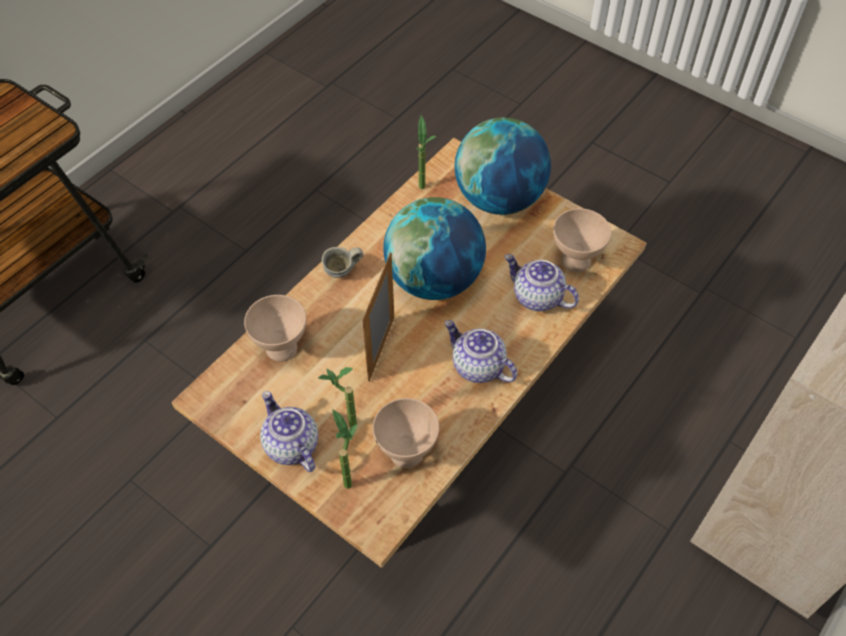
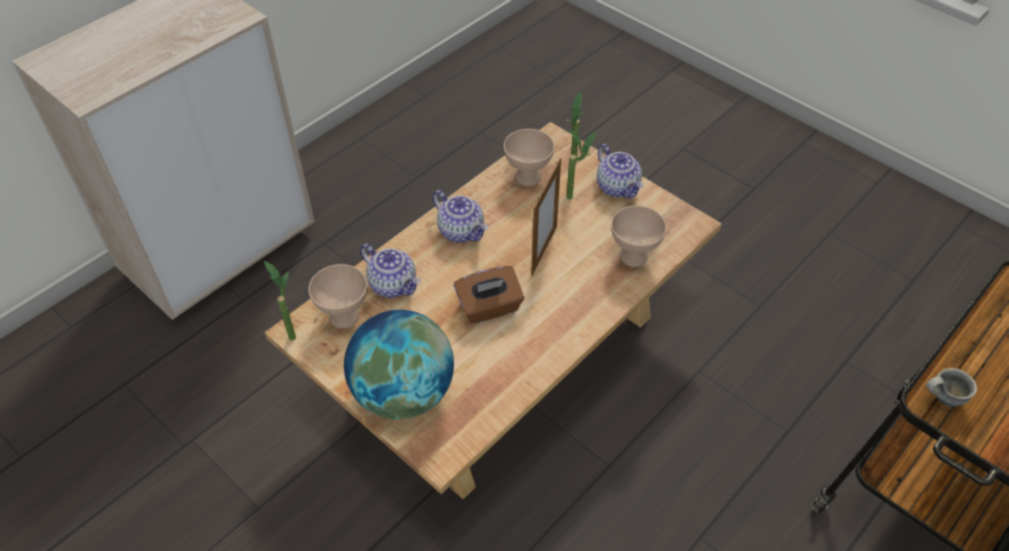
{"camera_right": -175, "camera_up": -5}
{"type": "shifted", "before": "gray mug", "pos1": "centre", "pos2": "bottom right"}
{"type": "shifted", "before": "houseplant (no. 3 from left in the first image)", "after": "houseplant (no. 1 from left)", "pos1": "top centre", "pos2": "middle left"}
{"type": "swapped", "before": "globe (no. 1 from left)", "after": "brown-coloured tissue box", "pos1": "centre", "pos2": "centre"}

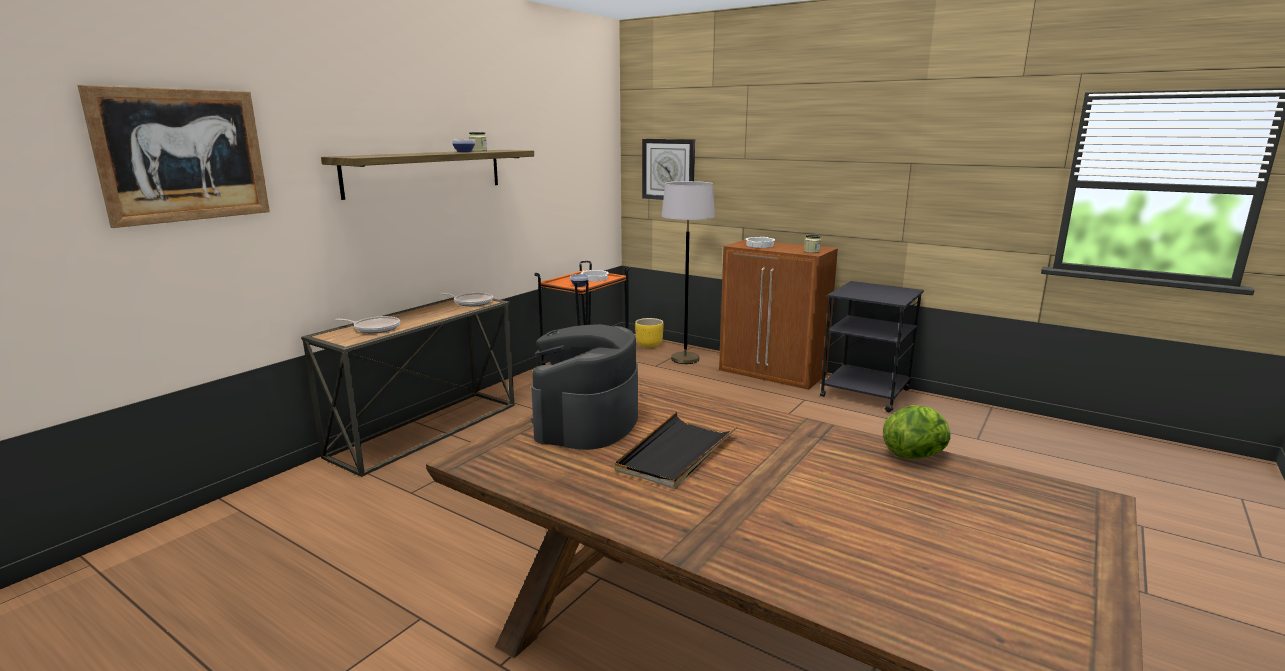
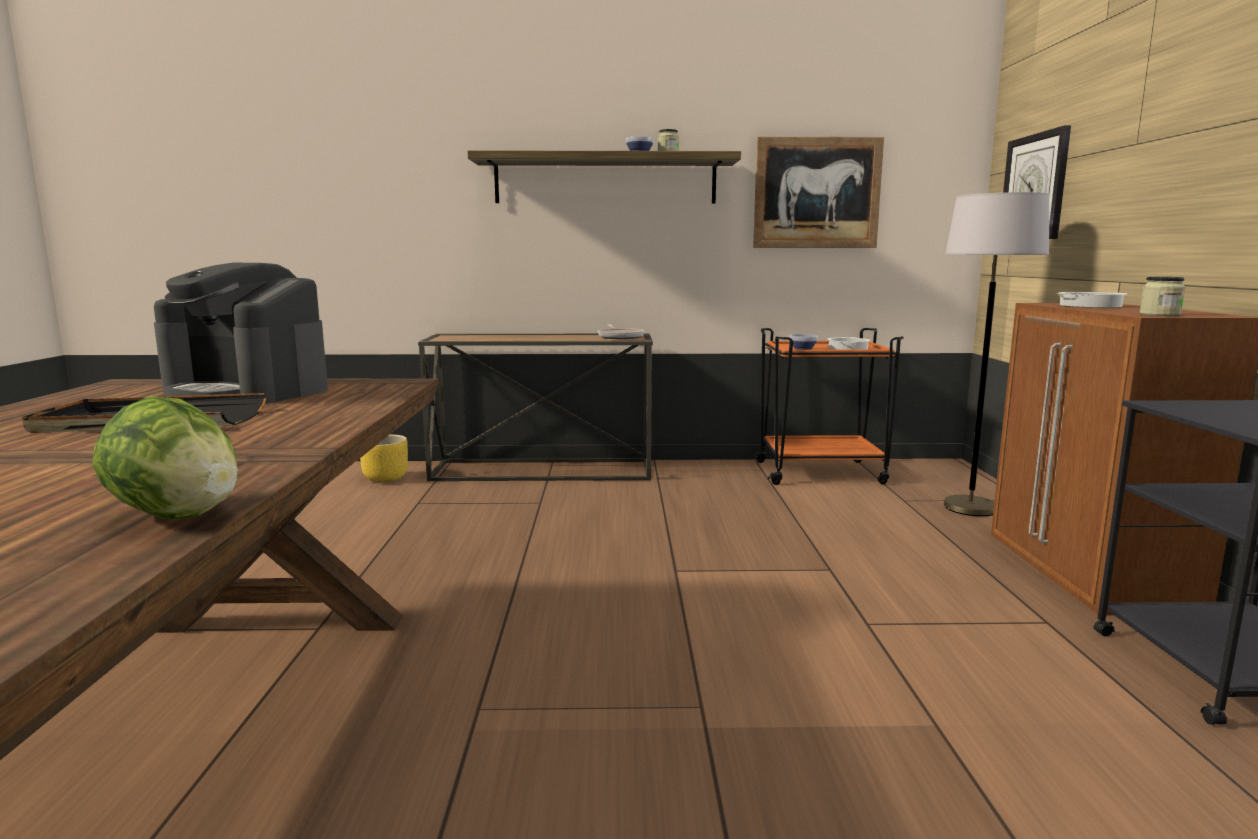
{"camera_right": 55, "camera_up": -5}
{"type": "gone", "before": "frying pan (no. 1 from left)", "pos1": "middle left"}
{"type": "shifted", "before": "picture", "pos1": "top left", "pos2": "top centre"}
{"type": "shifted", "before": "yellow-coloured flower pot", "pos1": "centre", "pos2": "middle left"}
{"type": "rotated", "before": "coffee brewer", "pos1": "centre", "pos2": "middle left", "turn": -135}

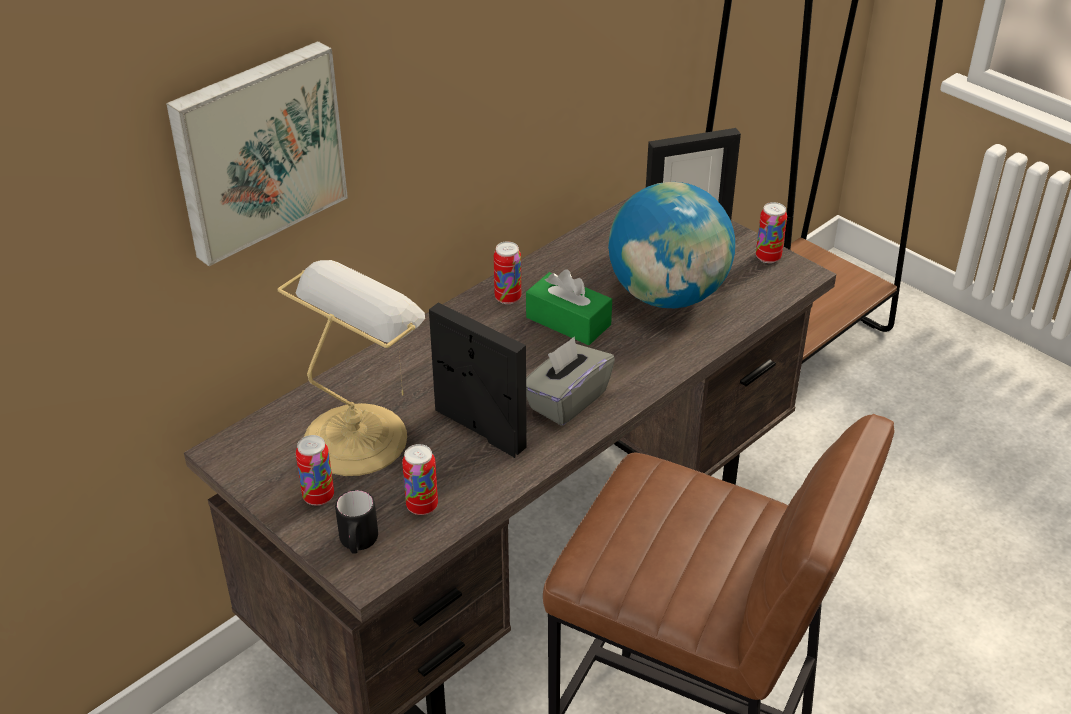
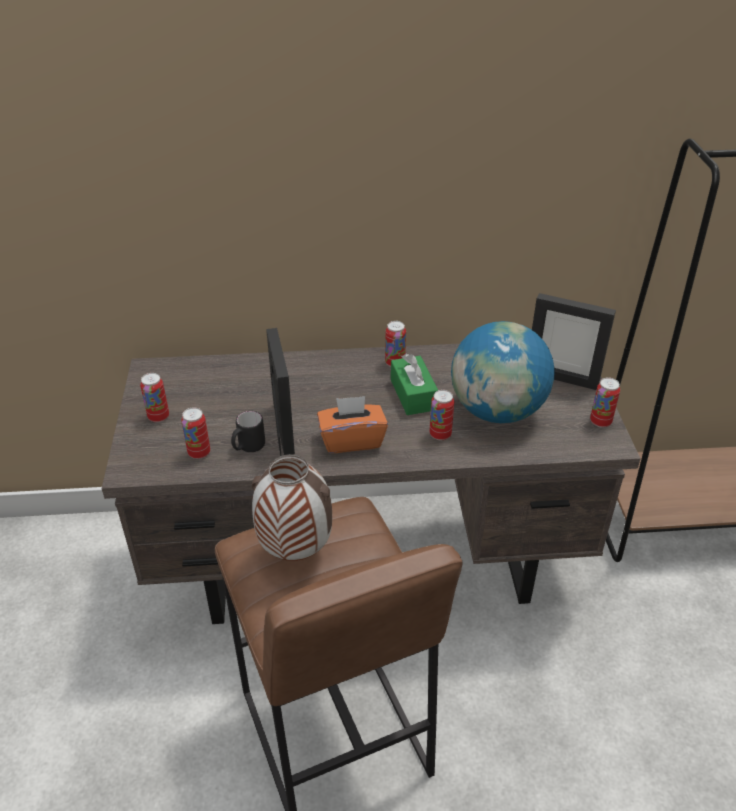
{"camera_right": 40, "camera_up": 0}
{"type": "gone", "before": "picture", "pos1": "top left"}
{"type": "gone", "before": "lamp for a table", "pos1": "middle left"}
{"type": "new", "after": "decorative vase", "pos2": "centre"}
{"type": "new", "after": "metal can (no. 4 from left)", "pos2": "centre"}
{"type": "shifted", "before": "black mug", "pos1": "bottom left", "pos2": "centre"}
{"type": "repainted", "before": "gray tissue box", "after": "orange-coloured tissue box", "pos1": "centre", "pos2": "centre"}

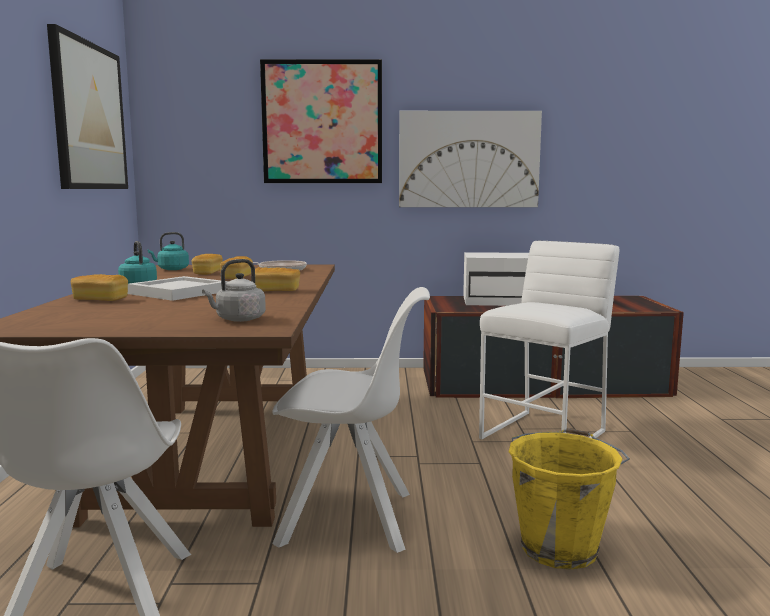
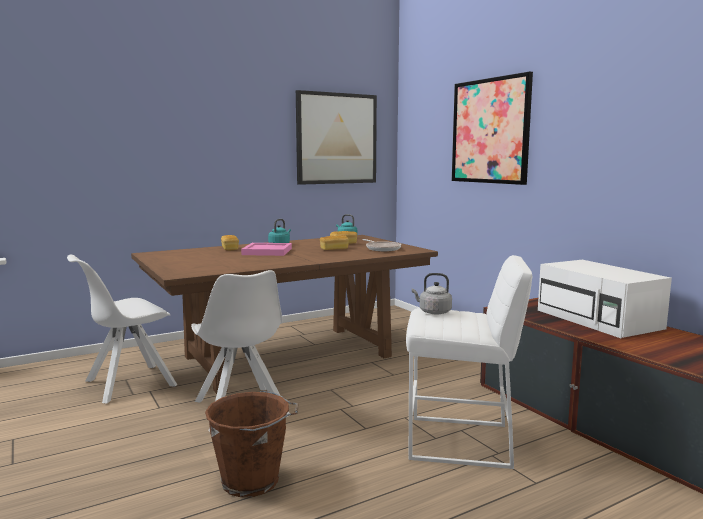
{"camera_right": 60, "camera_up": 0}
{"type": "gone", "before": "baked bread (no. 4 from left)", "pos1": "centre"}
{"type": "gone", "before": "picture (no. 3 from left)", "pos1": "top centre"}
{"type": "shifted", "before": "gray water kettle", "pos1": "middle left", "pos2": "centre"}
{"type": "repainted", "before": "white-coloured carrying tray", "after": "pink carrying tray", "pos1": "middle left", "pos2": "centre"}
{"type": "repainted", "before": "yellow-coloured bucket", "after": "brown-coloured bucket", "pos1": "bottom right", "pos2": "bottom centre"}

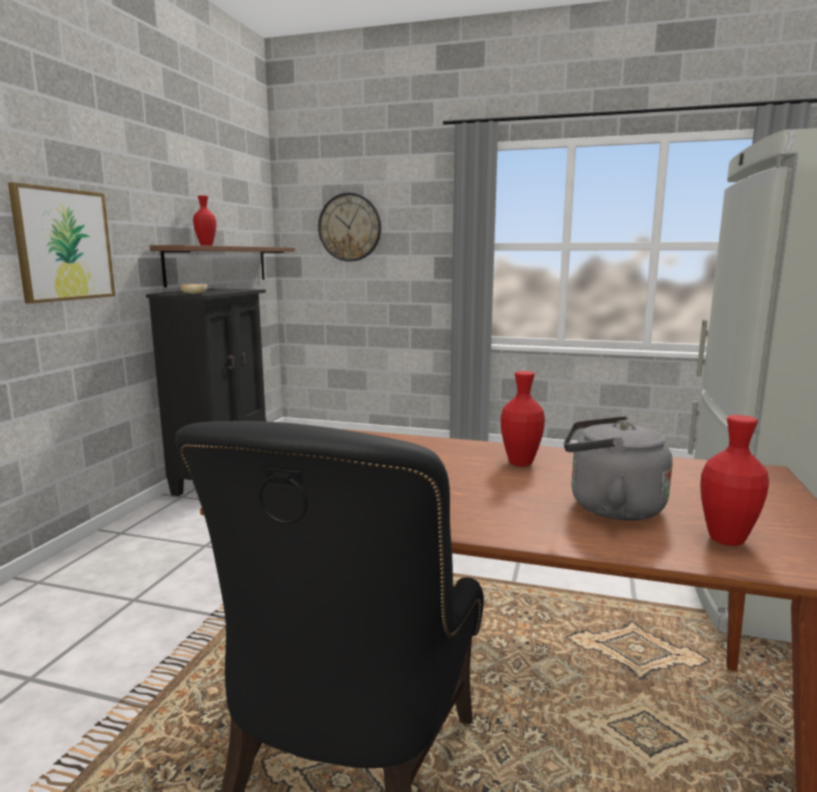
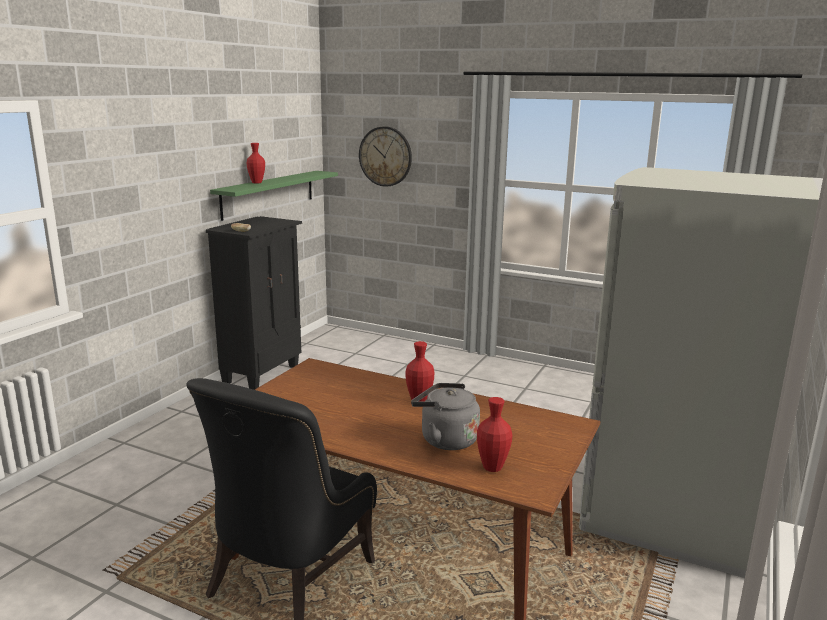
{"camera_right": 10, "camera_up": 5}
{"type": "gone", "before": "picture", "pos1": "top left"}
{"type": "repainted", "before": "brown-coloured bracket shelf", "after": "greenish bracket shelf", "pos1": "middle left", "pos2": "top left"}

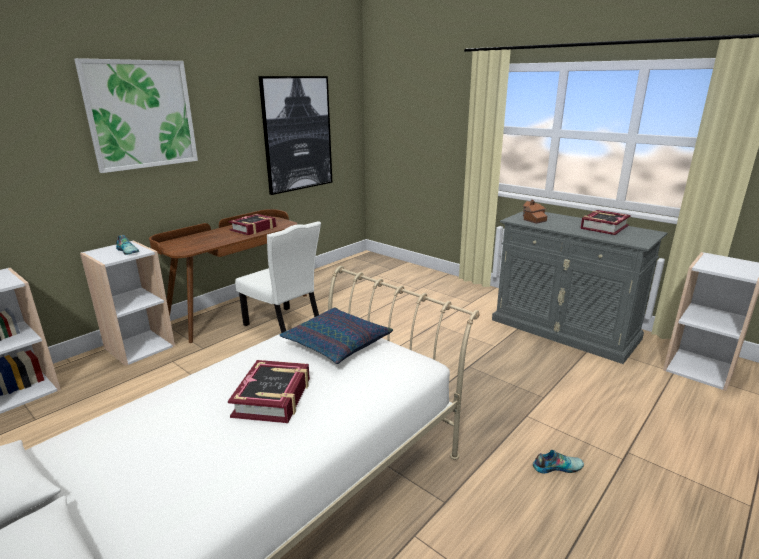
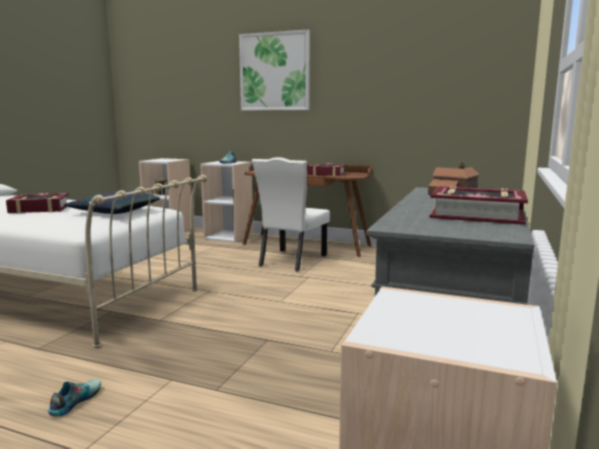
{"camera_right": 70, "camera_up": -10}
{"type": "gone", "before": "picture (no. 2 from left)", "pos1": "top centre"}
{"type": "rotated", "before": "low shoe (no. 2 from left in the first image)", "pos1": "bottom right", "pos2": "bottom left", "turn": -135}

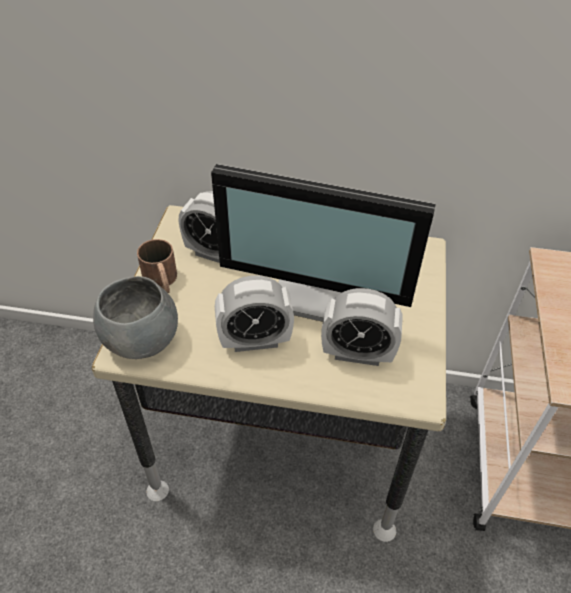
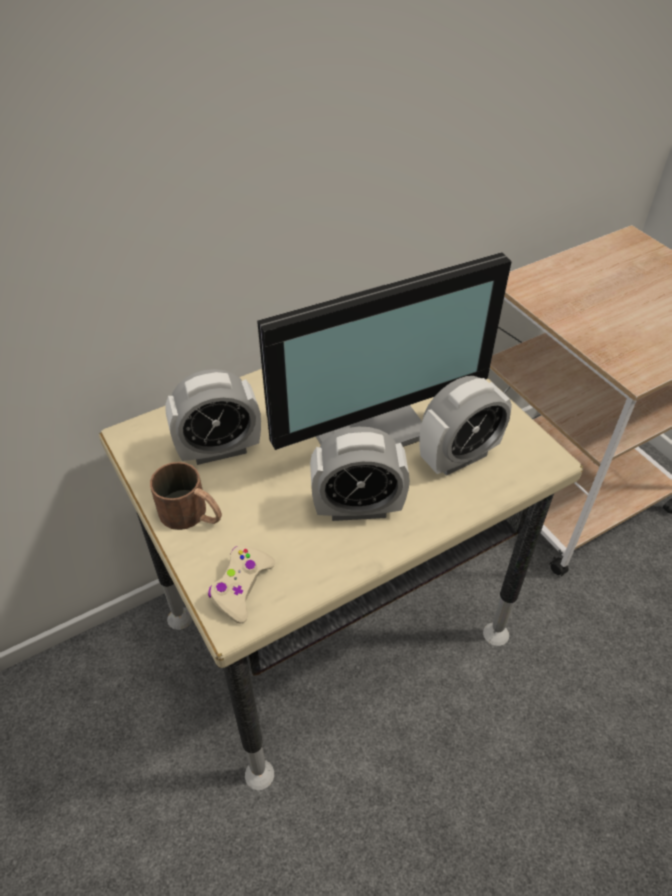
{"camera_right": -40, "camera_up": 0}
{"type": "swapped", "before": "gray serving bowl", "after": "sand-coloured game controller", "pos1": "middle left", "pos2": "centre"}
{"type": "rotated", "before": "alarm clock (no. 2 from left)", "pos1": "centre", "pos2": "centre", "turn": 45}

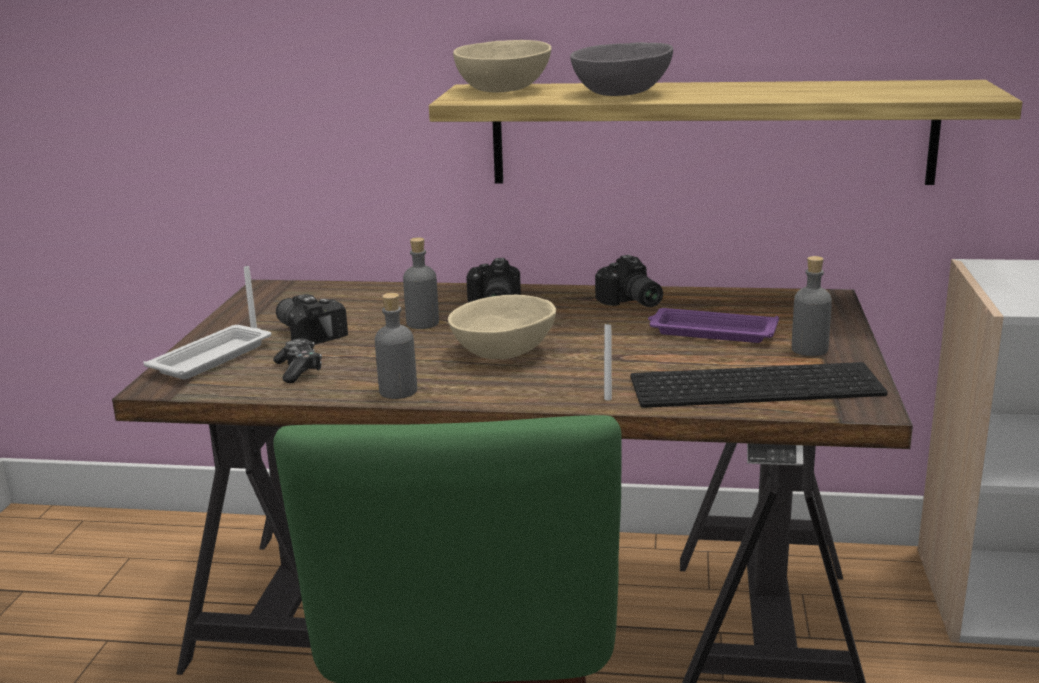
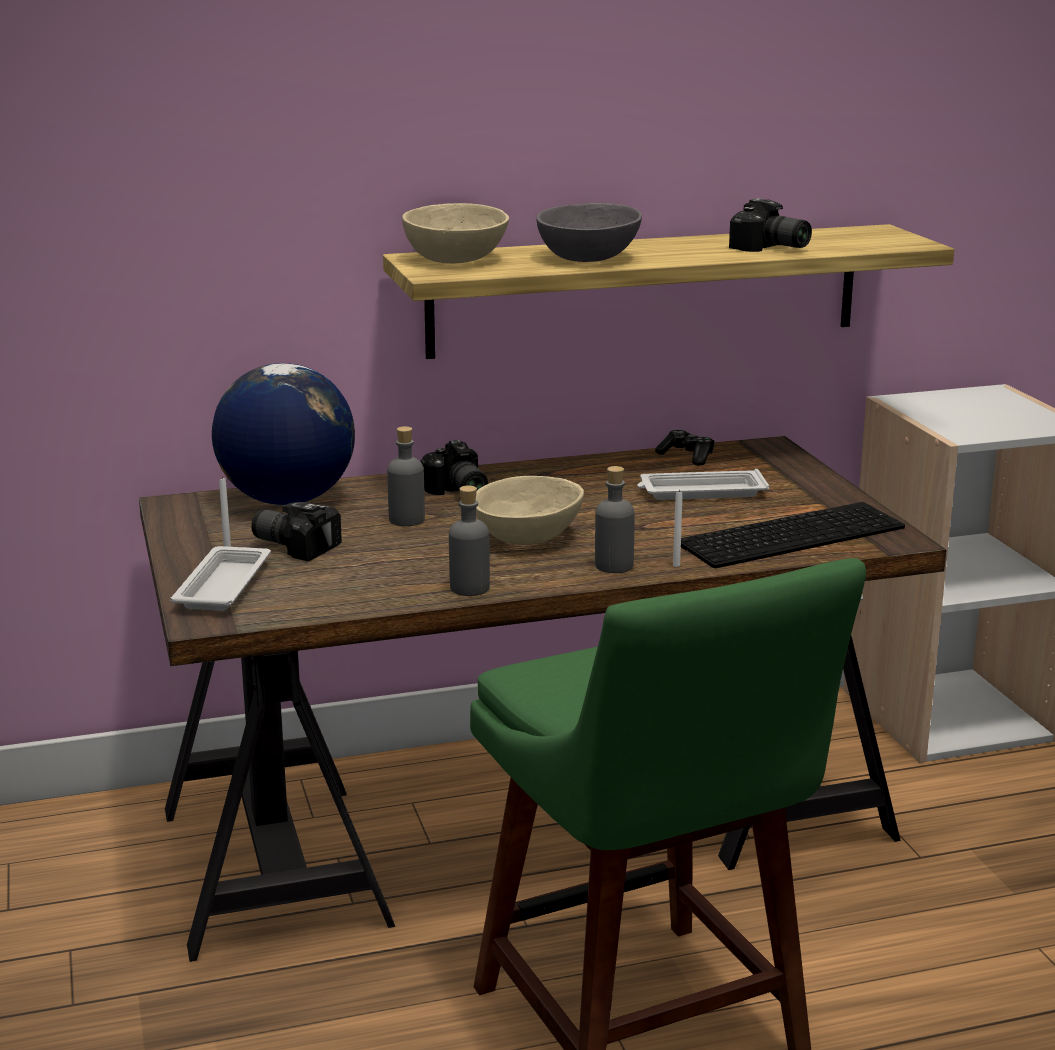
{"camera_right": -25, "camera_up": 0}
{"type": "new", "after": "globe", "pos2": "middle left"}
{"type": "shifted", "before": "game controller", "pos1": "middle left", "pos2": "centre"}
{"type": "shifted", "before": "still camera (no. 3 from left)", "pos1": "centre", "pos2": "top right"}
{"type": "shifted", "before": "gray beverage bottle (no. 3 from left)", "pos1": "middle right", "pos2": "centre"}
{"type": "repainted", "before": "purple carrying tray", "after": "white-coloured carrying tray (no. 2 from left)", "pos1": "middle right", "pos2": "centre"}

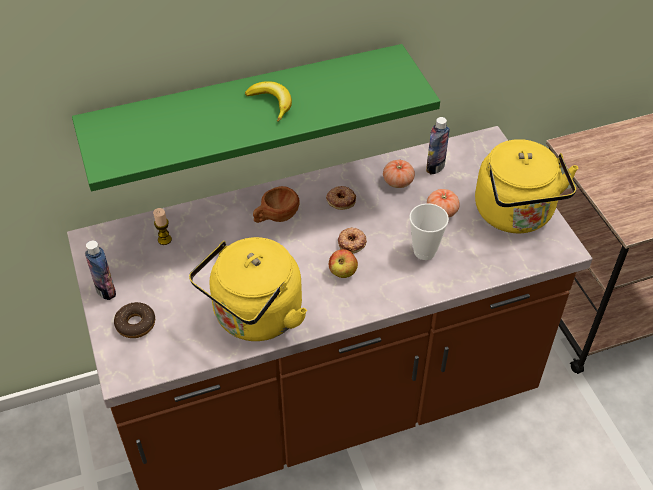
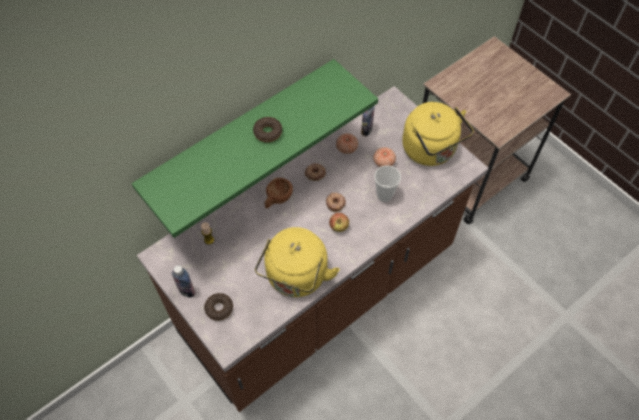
{"camera_right": -20, "camera_up": 10}
{"type": "swapped", "before": "banana", "after": "donut (no. 2 from left)", "pos1": "top centre", "pos2": "top centre"}

